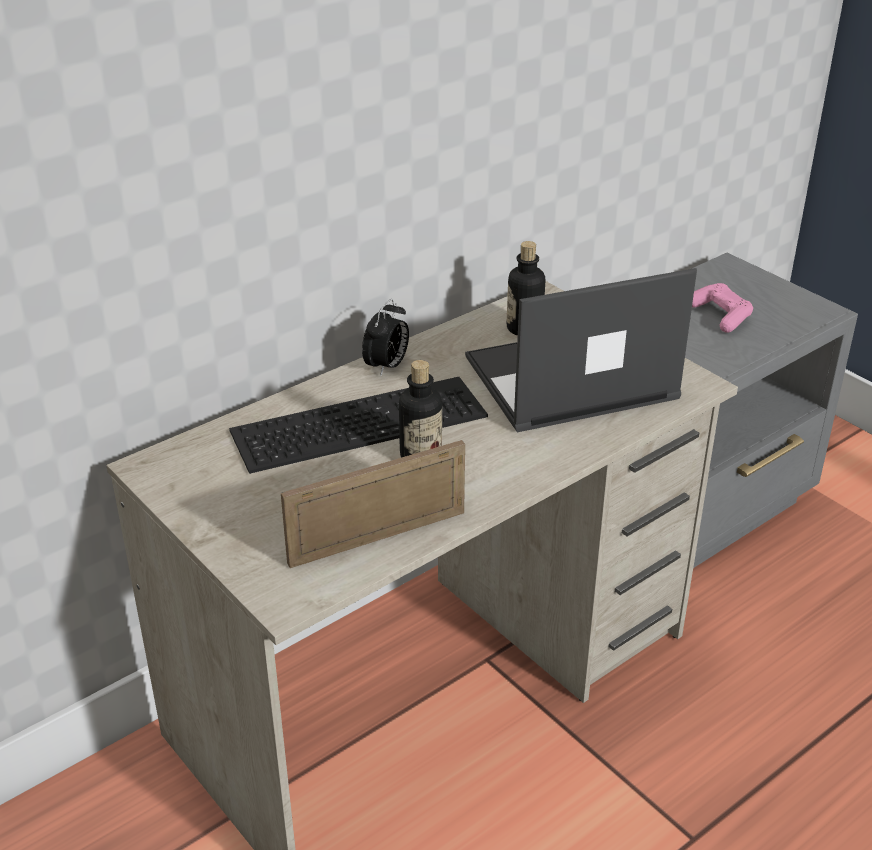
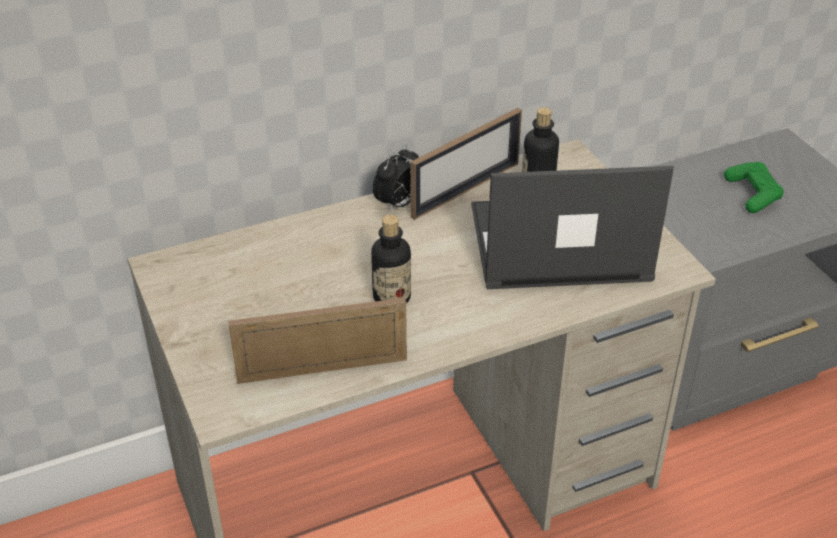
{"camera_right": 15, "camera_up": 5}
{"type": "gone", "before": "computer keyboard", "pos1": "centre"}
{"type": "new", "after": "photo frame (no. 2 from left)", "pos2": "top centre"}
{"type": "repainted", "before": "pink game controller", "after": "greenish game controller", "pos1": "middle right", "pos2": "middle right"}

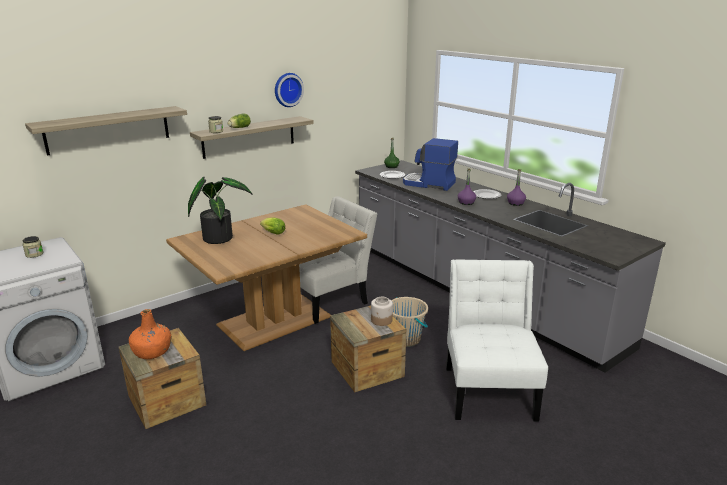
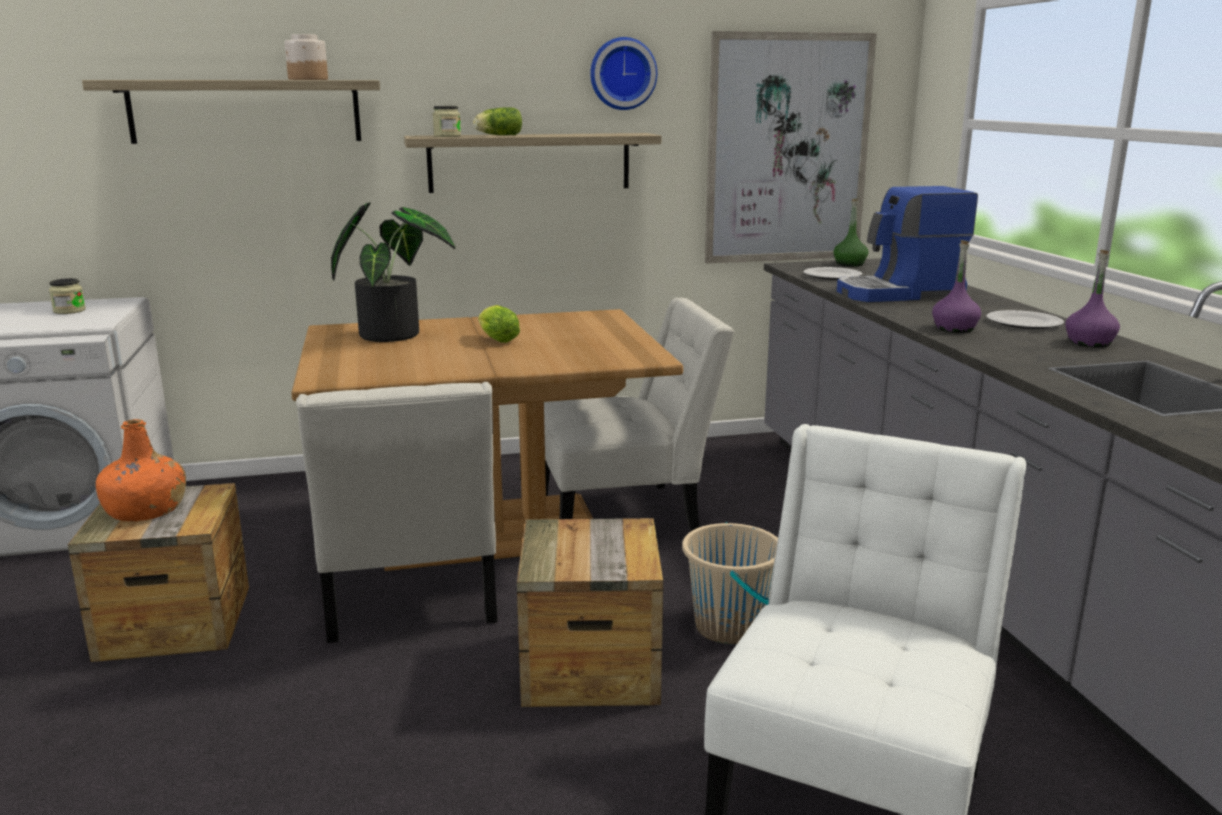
{"camera_right": 25, "camera_up": -5}
{"type": "new", "after": "white-coloured plain chair (no. 1 from left)", "pos2": "middle left"}
{"type": "new", "after": "picture", "pos2": "top centre"}
{"type": "shifted", "before": "storage jar (no. 3 from left in the first image)", "after": "storage jar (no. 2 from left)", "pos1": "centre", "pos2": "top left"}
{"type": "rotated", "before": "coffee brewer", "pos1": "centre", "pos2": "top right", "turn": -60}

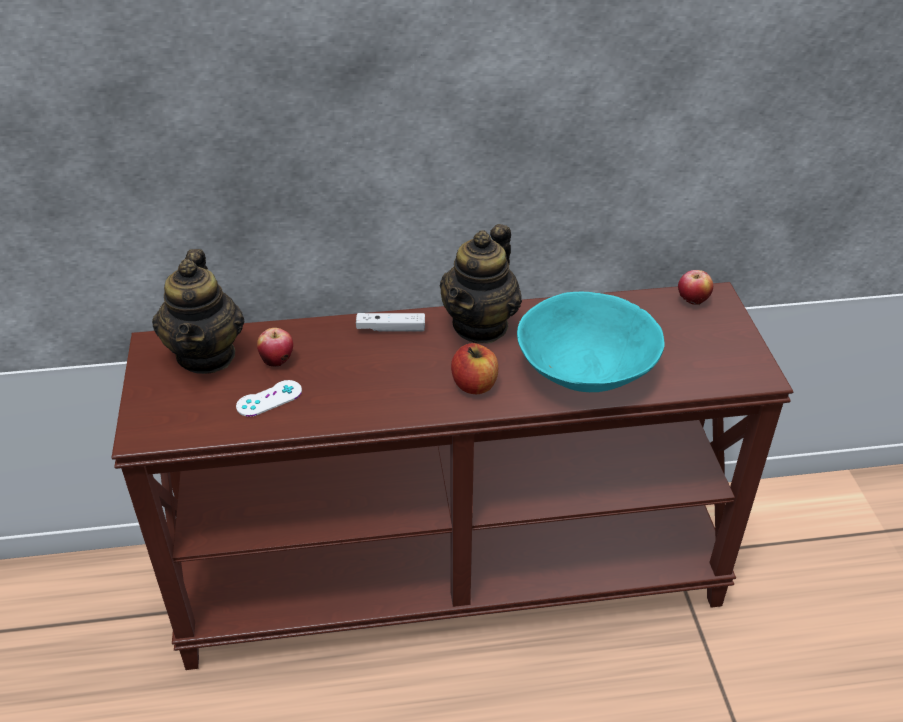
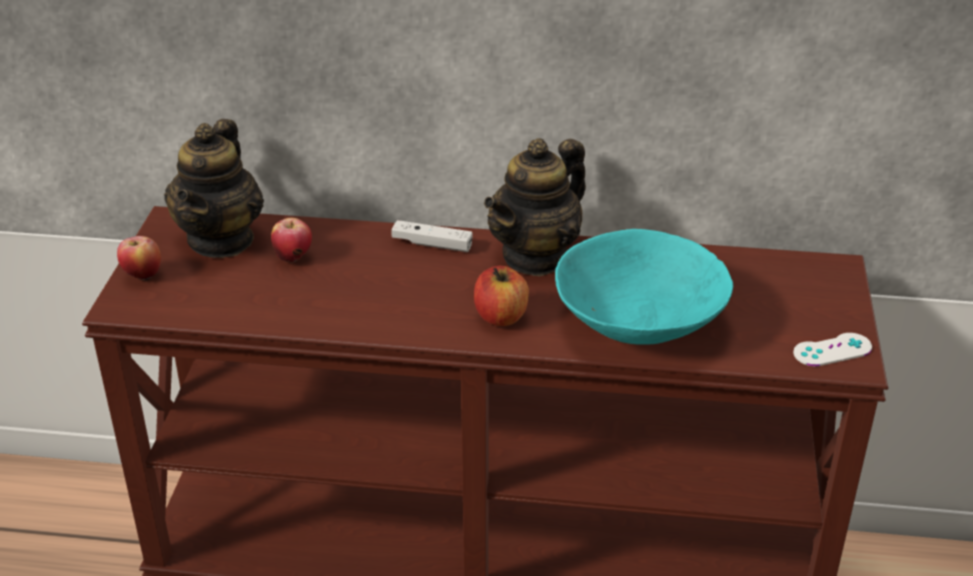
{"camera_right": 15, "camera_up": -5}
{"type": "shifted", "before": "white-coloured game controller (no. 1 from left in the first image)", "after": "white-coloured game controller (no. 2 from left)", "pos1": "middle left", "pos2": "middle right"}
{"type": "shifted", "before": "apple fruit (no. 3 from left in the first image)", "after": "apple fruit (no. 1 from left)", "pos1": "middle right", "pos2": "middle left"}

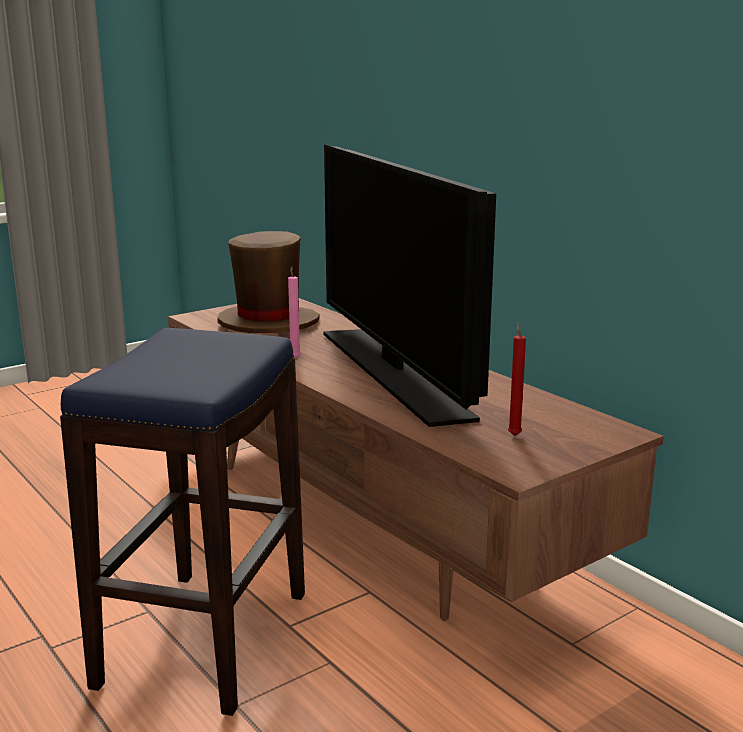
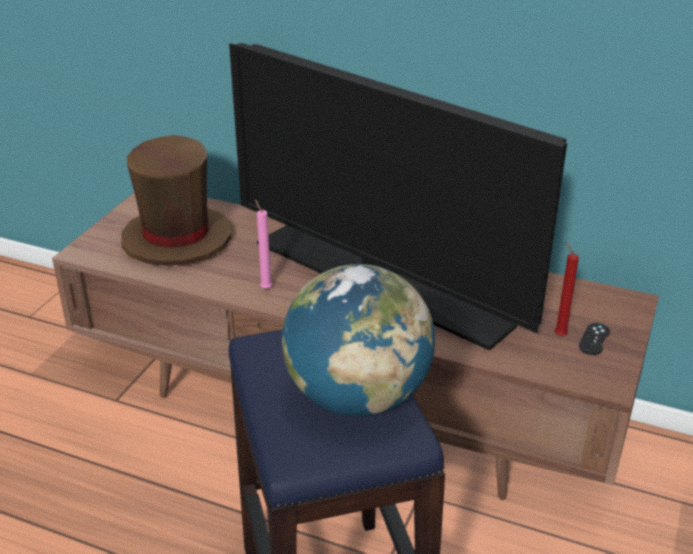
{"camera_right": -30, "camera_up": 15}
{"type": "new", "after": "globe", "pos2": "centre"}
{"type": "new", "after": "black game controller", "pos2": "middle right"}

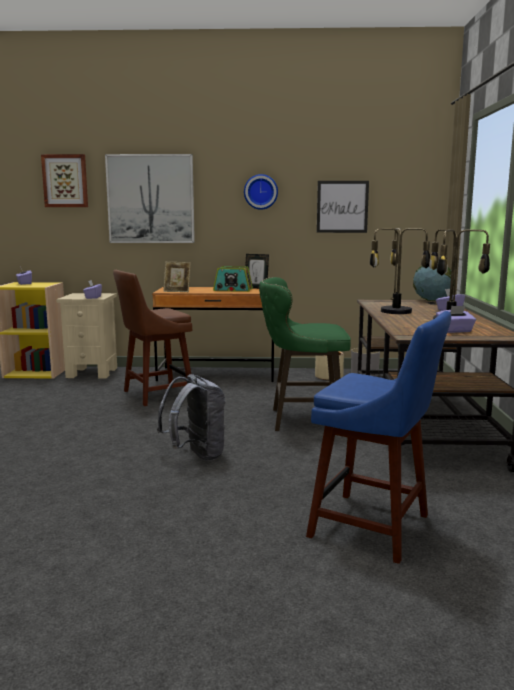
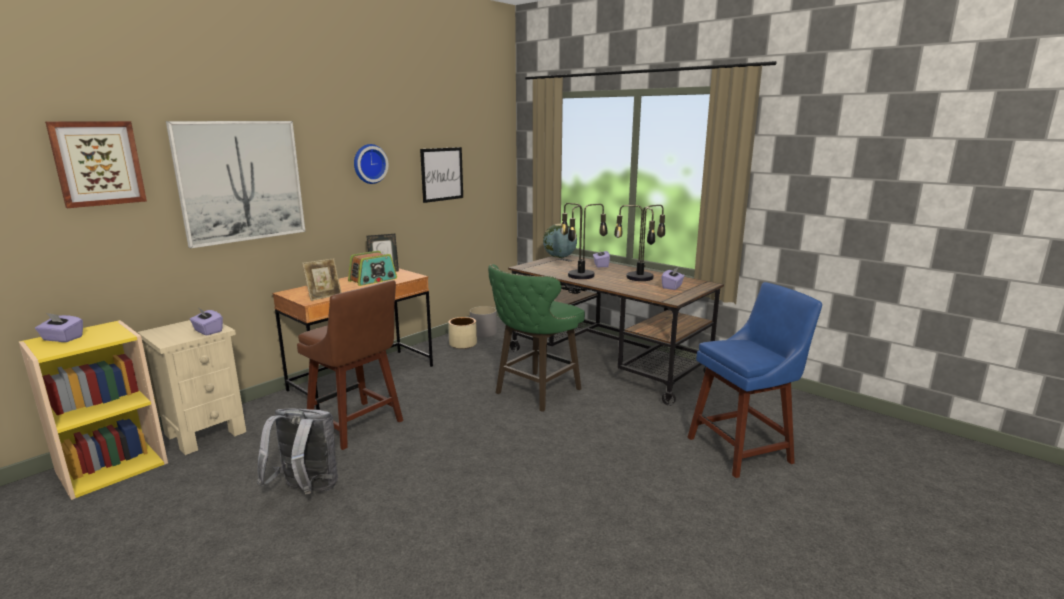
{"camera_right": -50, "camera_up": 5}
{"type": "shifted", "before": "gray backpack", "pos1": "centre", "pos2": "bottom left"}
{"type": "rotated", "before": "brown-coloured plain chair", "pos1": "middle left", "pos2": "middle left", "turn": -60}

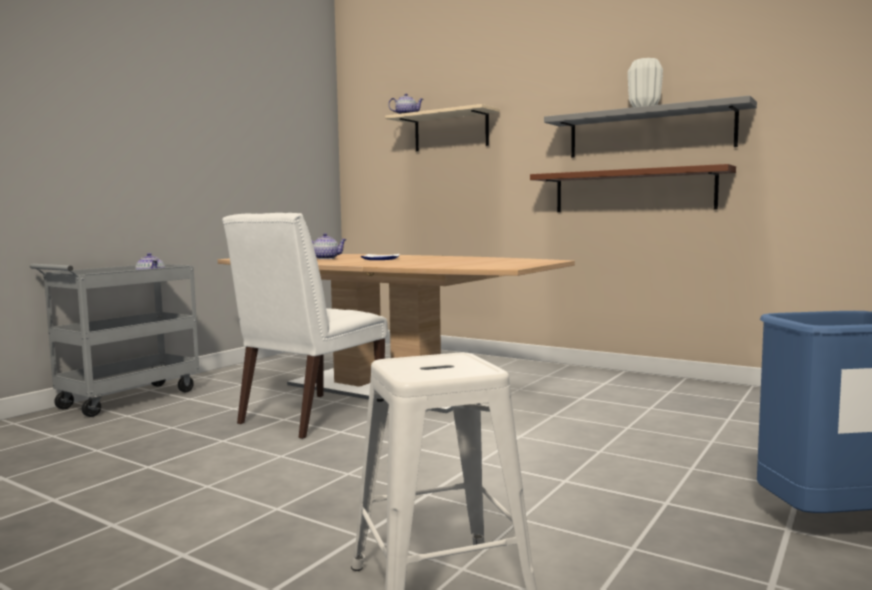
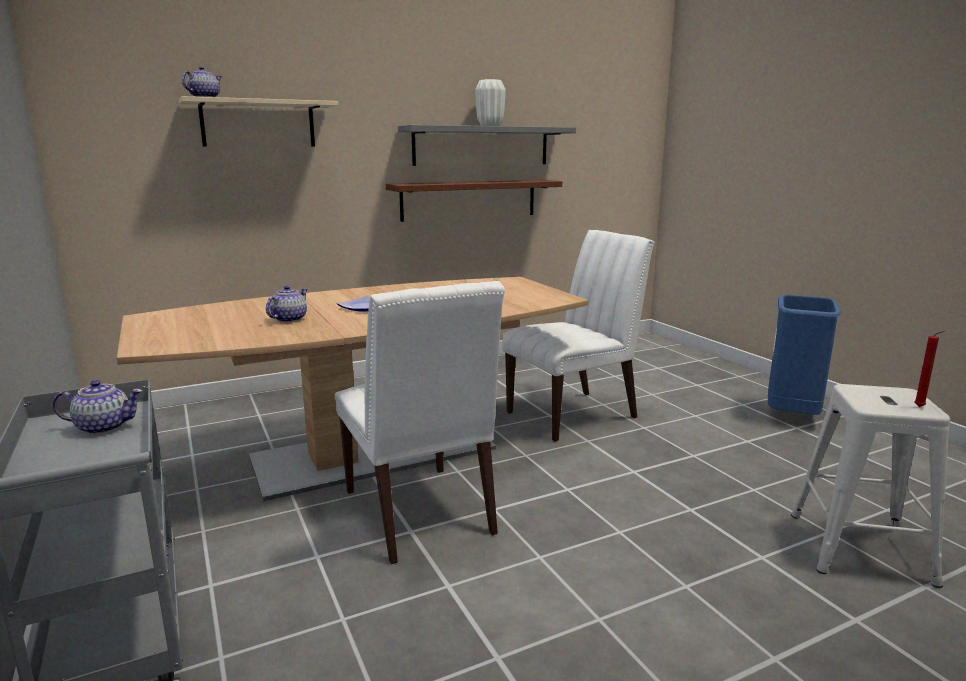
{"camera_right": -60, "camera_up": 10}
{"type": "new", "after": "white-coloured plain chair (no. 2 from left)", "pos2": "centre"}
{"type": "new", "after": "red wax light", "pos2": "middle right"}

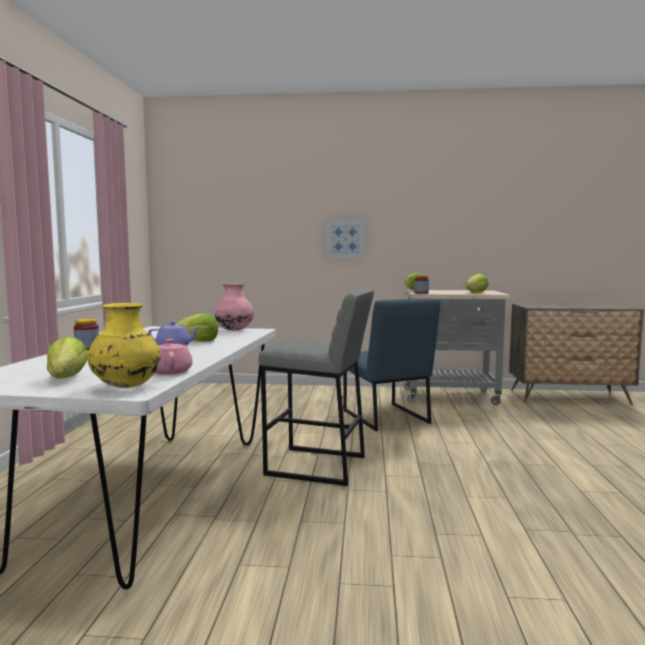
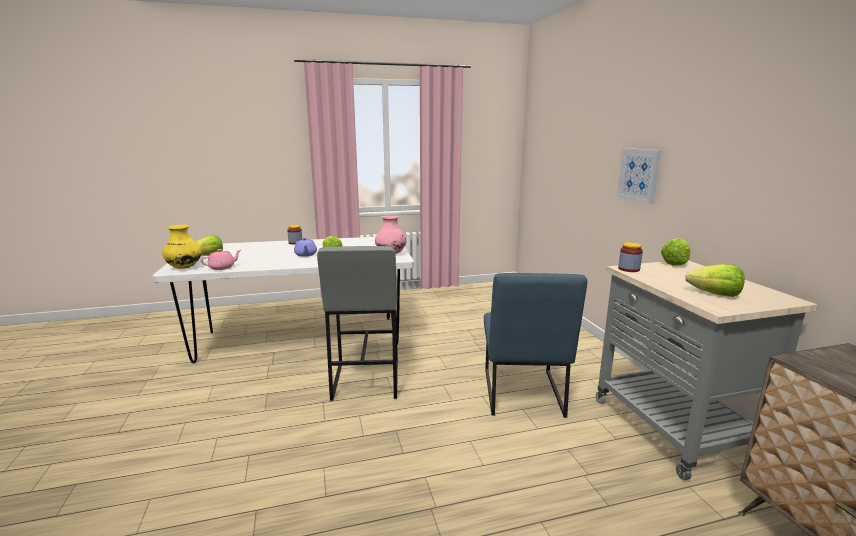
{"camera_right": 70, "camera_up": 10}
{"type": "rotated", "before": "blue-coloured plain chair", "pos1": "centre", "pos2": "centre", "turn": -45}

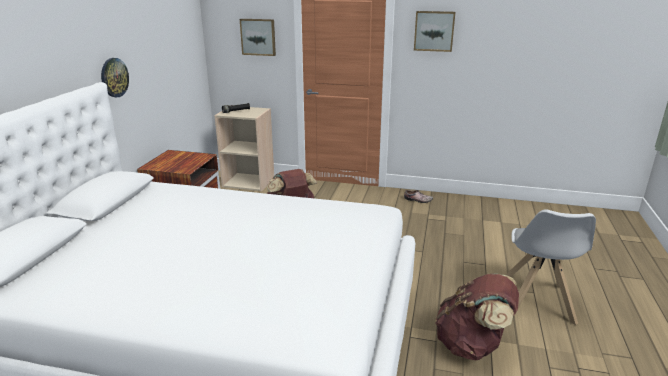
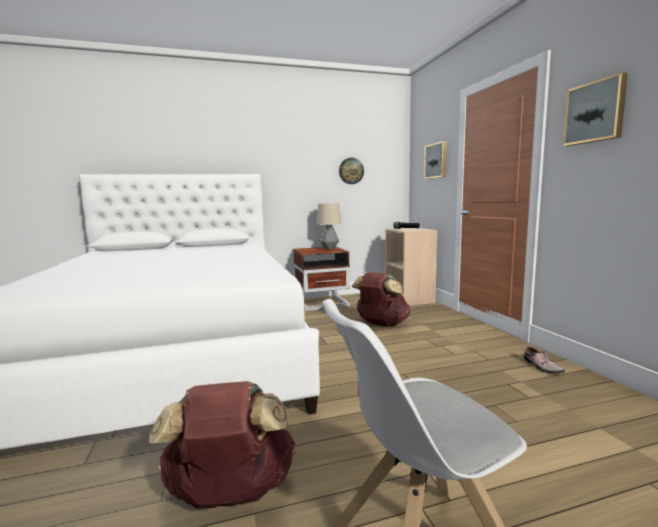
{"camera_right": 60, "camera_up": -15}
{"type": "new", "after": "lamp for a table", "pos2": "centre"}
{"type": "shifted", "before": "wall clock", "pos1": "top left", "pos2": "top centre"}

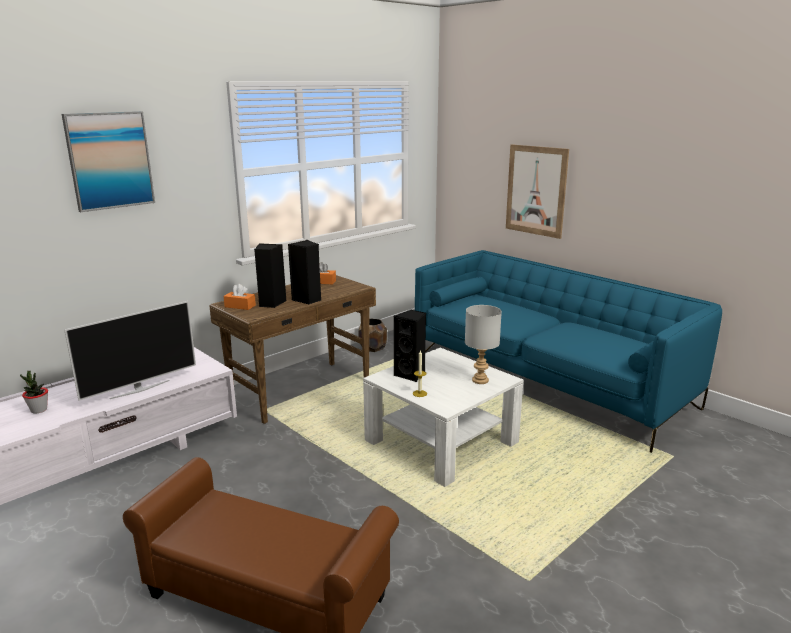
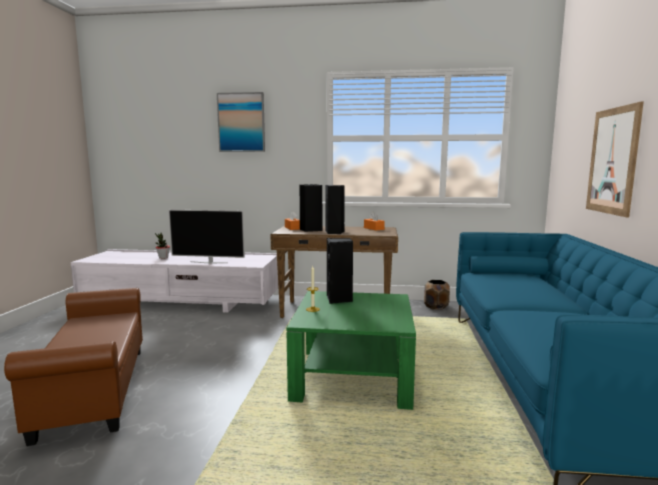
{"camera_right": 50, "camera_up": -10}
{"type": "gone", "before": "gray lamp for a table", "pos1": "centre"}
{"type": "repainted", "before": "white-coloured low table", "after": "greenish low table", "pos1": "centre", "pos2": "bottom centre"}

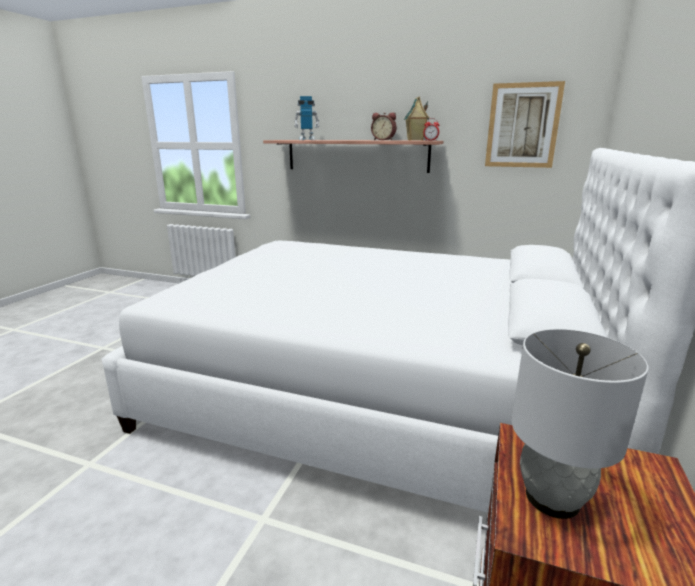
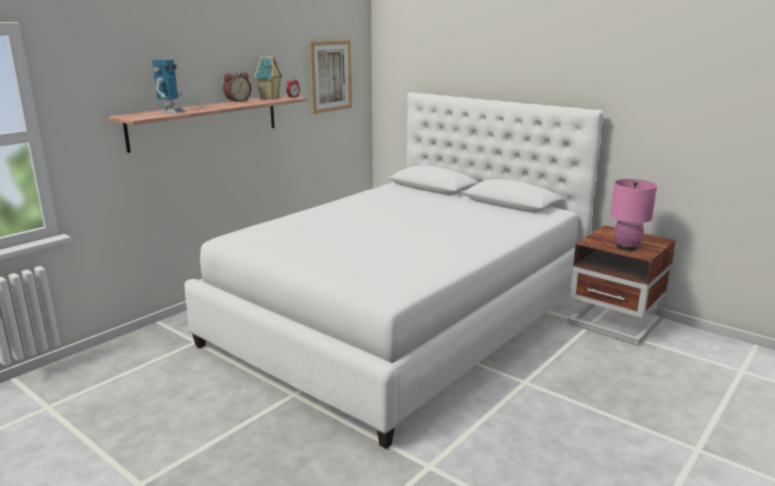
{"camera_right": -70, "camera_up": 0}
{"type": "repainted", "before": "white-coloured lamp for a table", "after": "pink lamp for a table", "pos1": "bottom right", "pos2": "middle right"}

